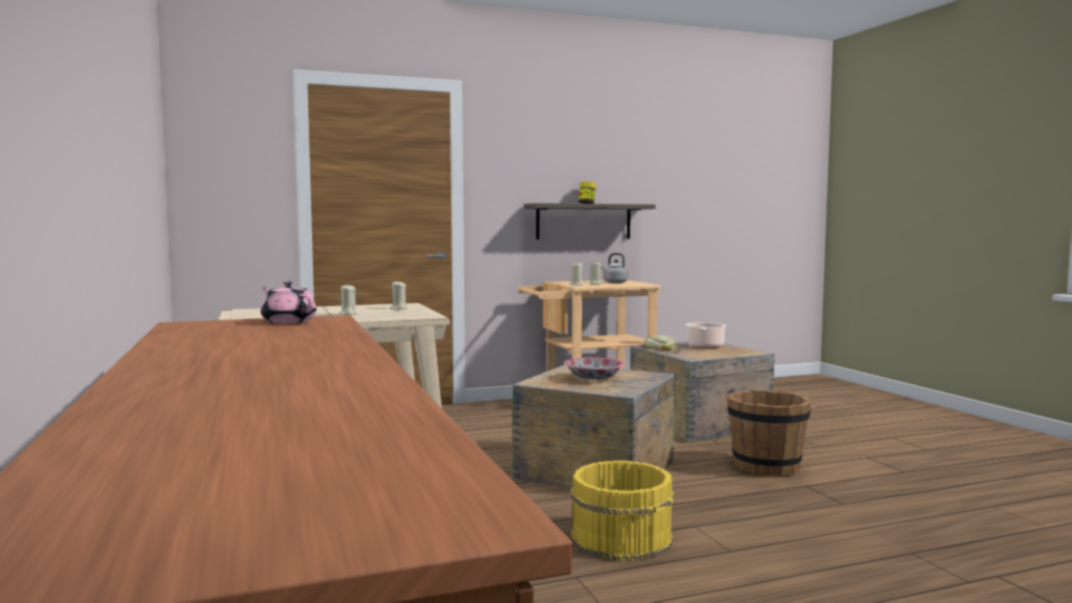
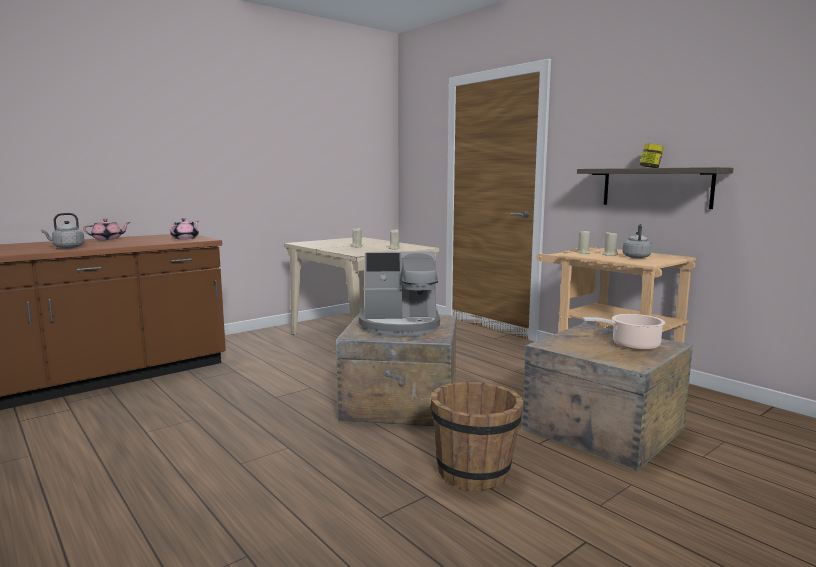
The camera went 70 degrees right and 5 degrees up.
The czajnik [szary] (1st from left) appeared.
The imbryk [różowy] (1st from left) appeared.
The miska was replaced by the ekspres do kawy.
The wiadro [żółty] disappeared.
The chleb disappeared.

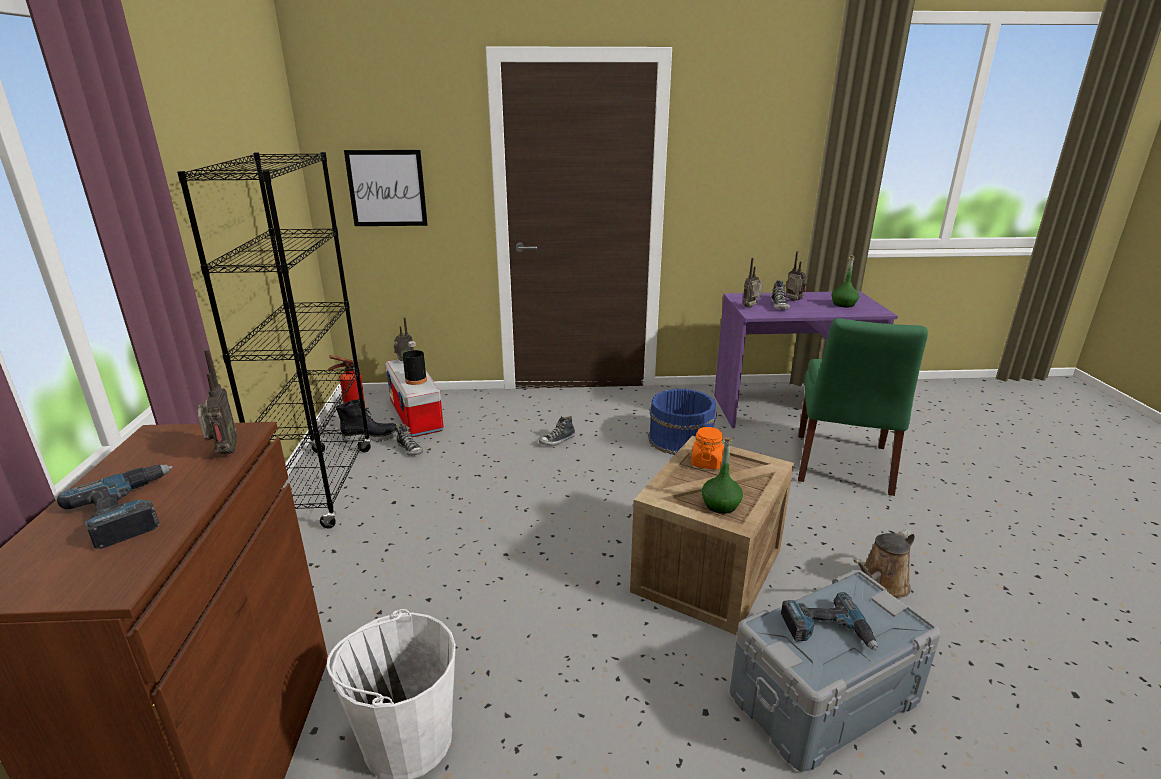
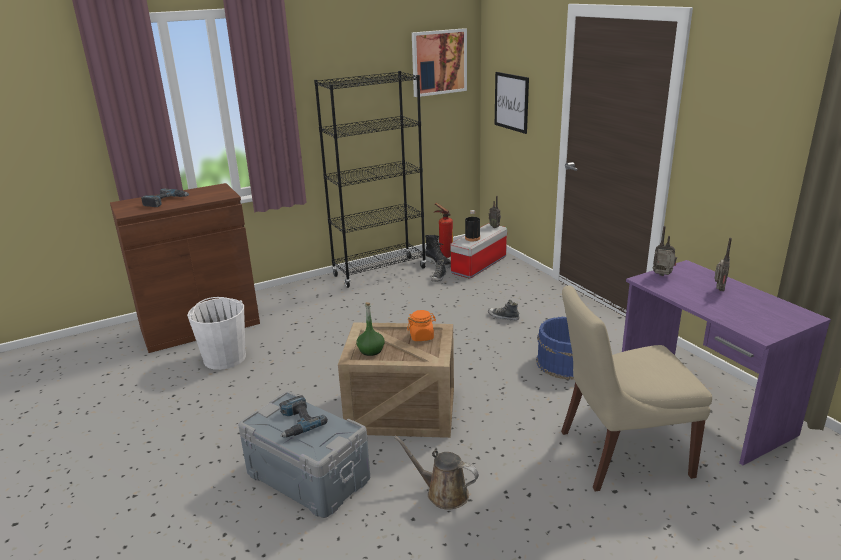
The camera went 65 degrees right and 0 degrees up.
The obraz (1st from left) appeared.
The krzesło [zielony] became the krzesło [beżowy].
The radio (1st from left) disappeared.
The but (3rd from left) disappeared.
The butelka [zielony] (2nd from left) disappeared.

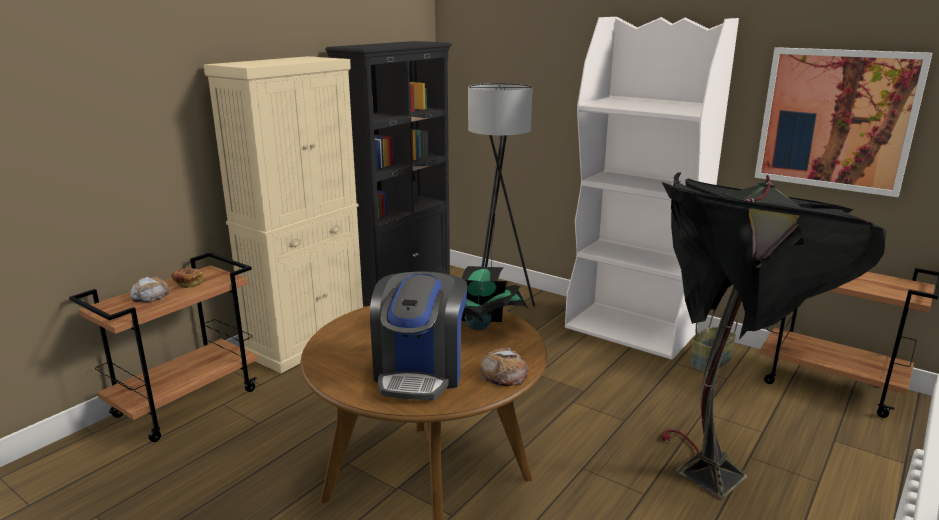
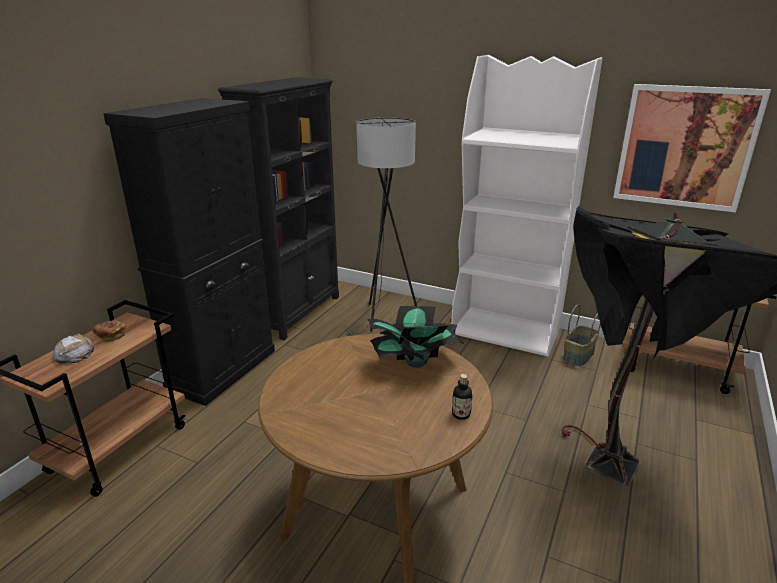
The camera went 10 degrees left and 5 degrees up.
The szafka [beżowy] became the szafka [czarny].
The chleb (3rd from left) was replaced by the butelka.
The ekspres do kawy disappeared.

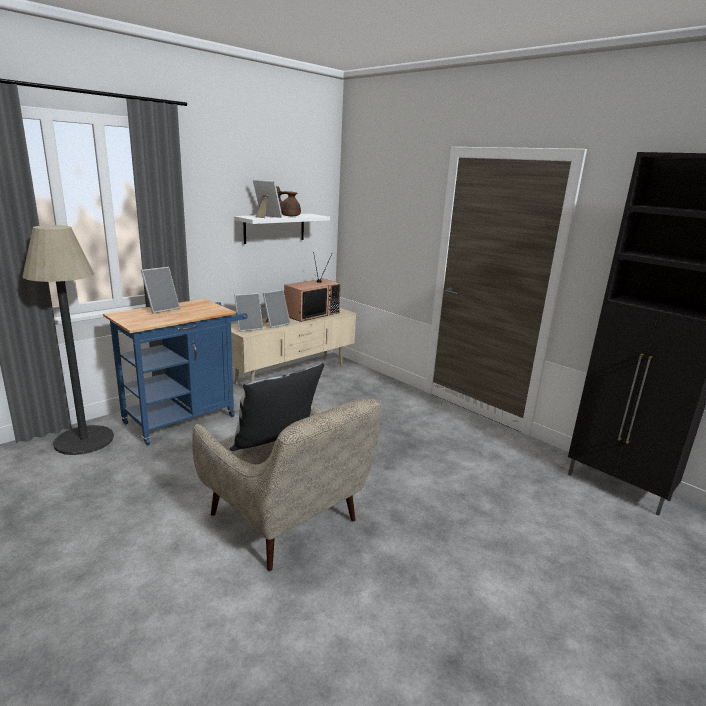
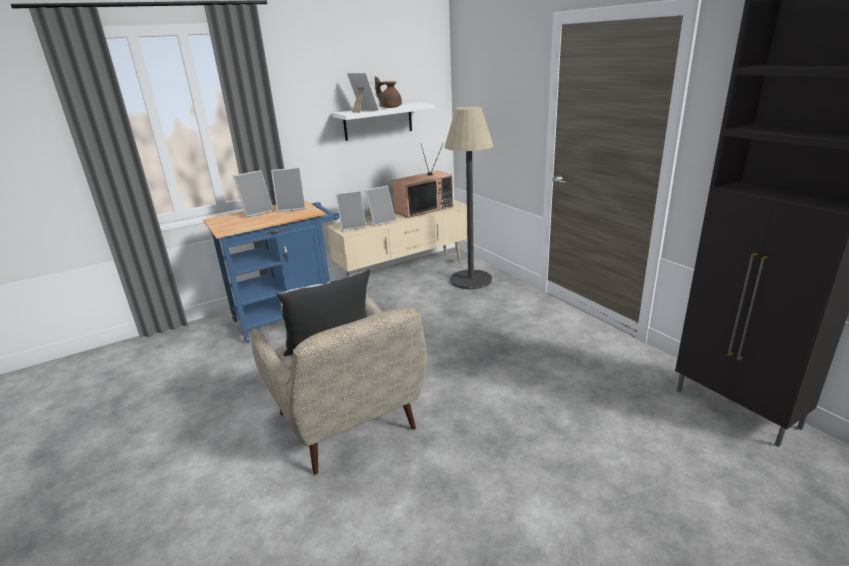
The camera went 15 degrees right and 5 degrees up.
The ramka na zdjęcie (2nd from left) appeared.
The lampa stojąca moved.

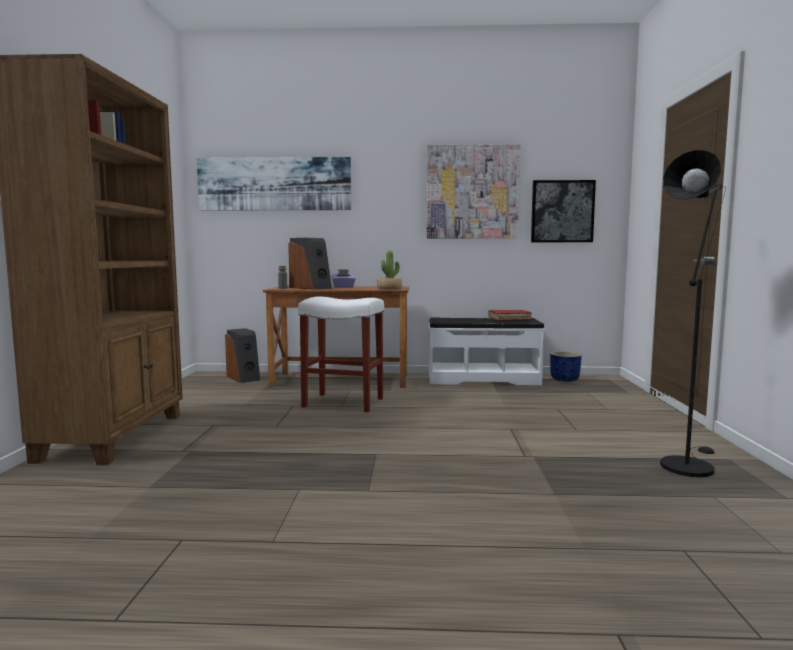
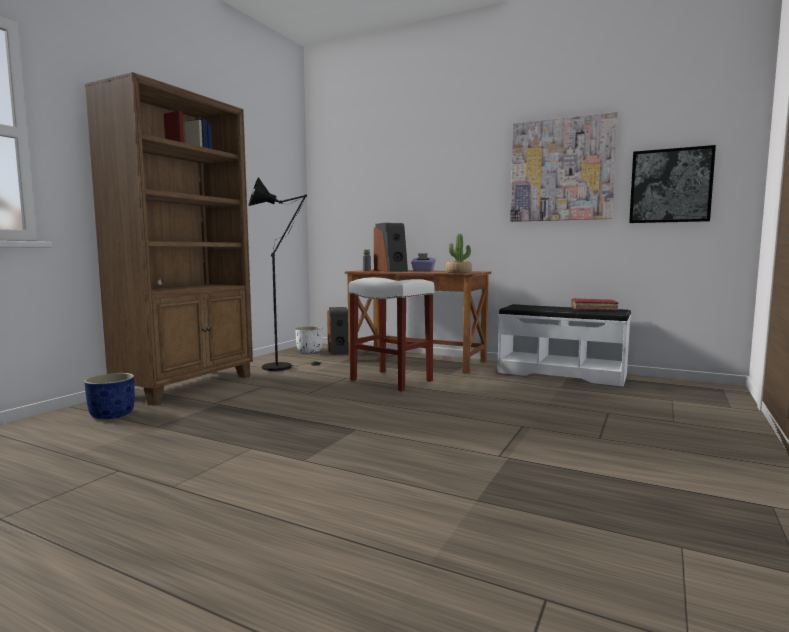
The camera went 25 degrees right and 0 degrees up.
The donica [niebieski] moved.
The lampa stojąca [czarny] moved.
The donica [biały] appeared.
The obraz (1st from left) disappeared.

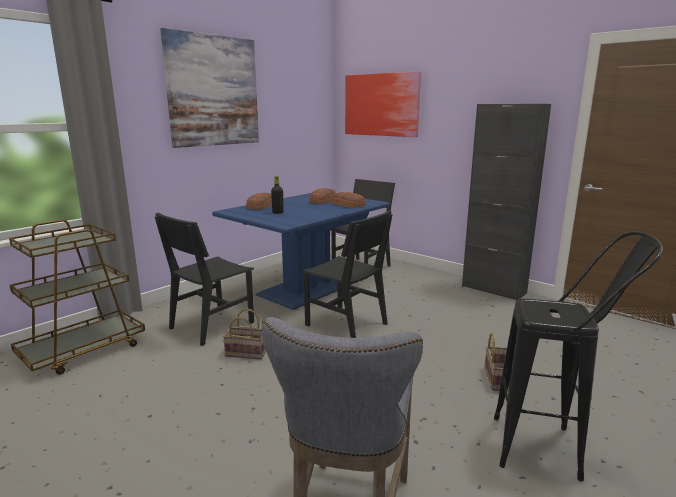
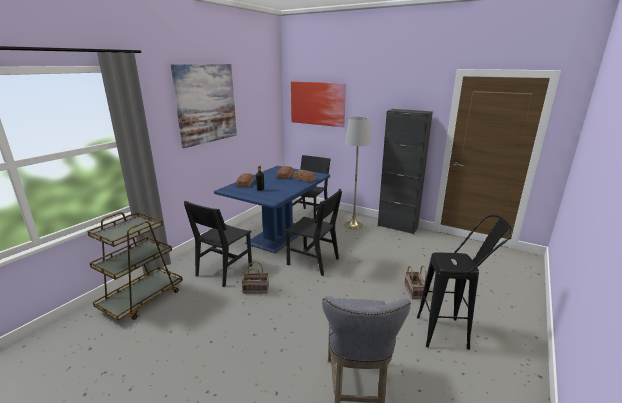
The camera went 10 degrees left and 5 degrees up.
The lampa stojąca [szary] appeared.

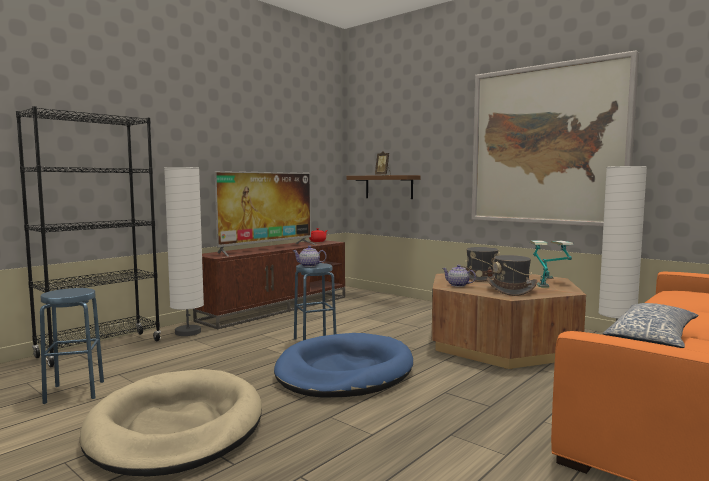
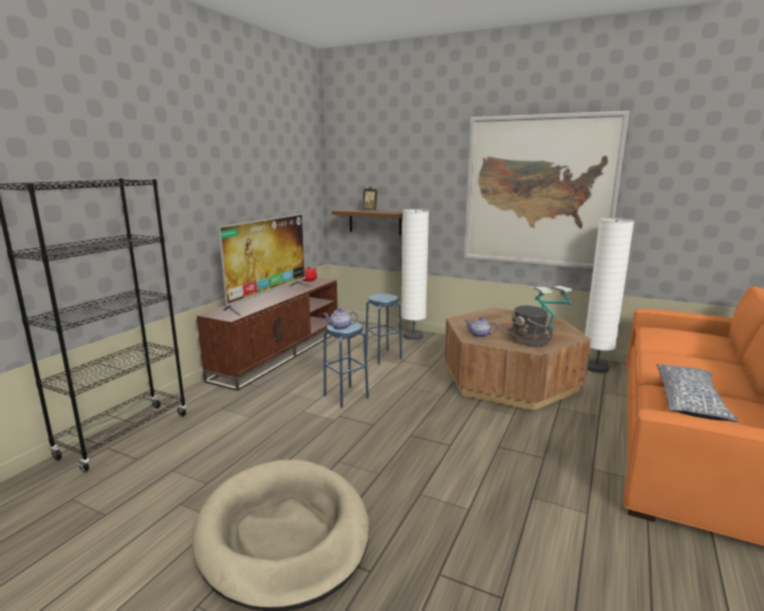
The camera went 15 degrees left and 10 degrees up.
The stołek [niebieski] (1st from left in the first image) moved.
The lampa stojąca [biały] (1st from left) moved.
The legowisko [niebieski] disappeared.
The kapelusz [szary] (1st from left) disappeared.

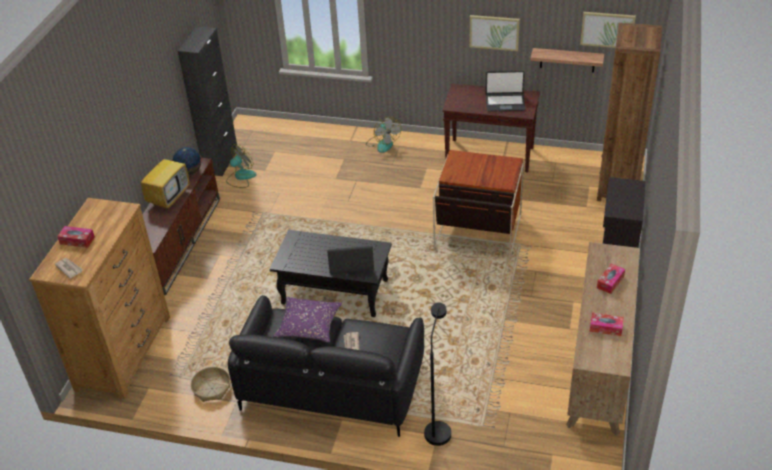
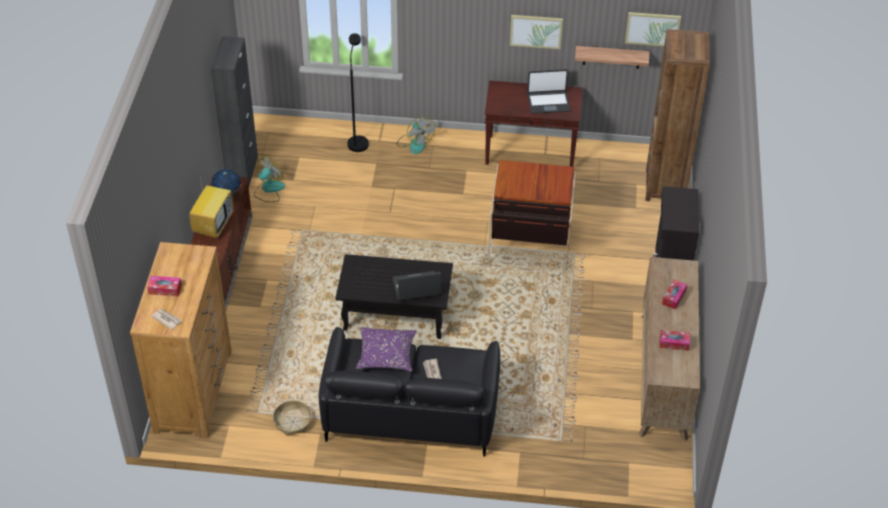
The camera went 10 degrees left and 5 degrees up.
The lampa stojąca [czarny] moved.

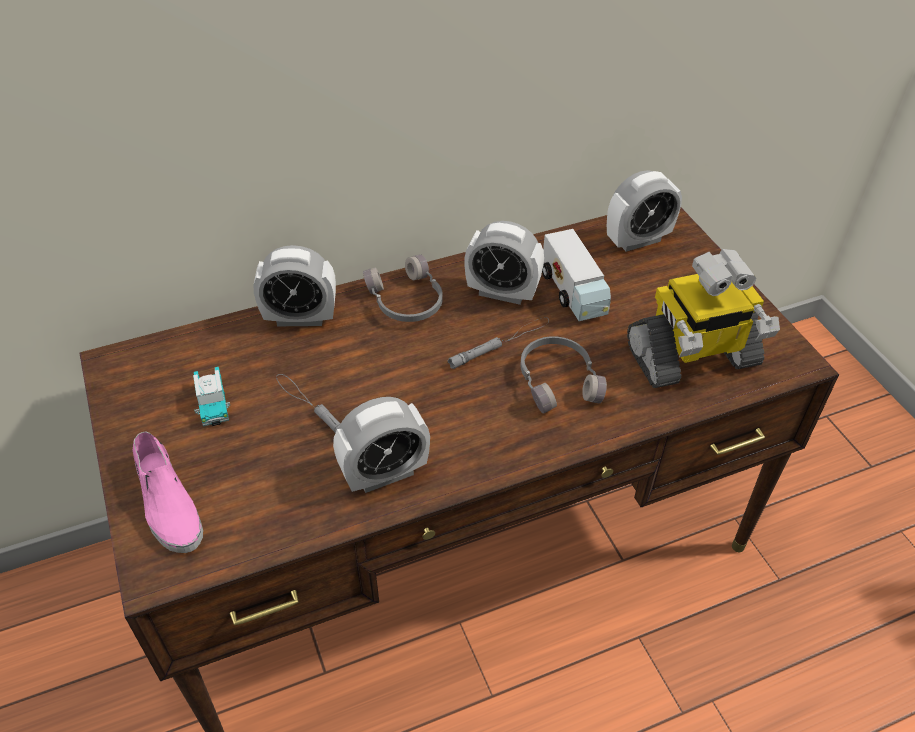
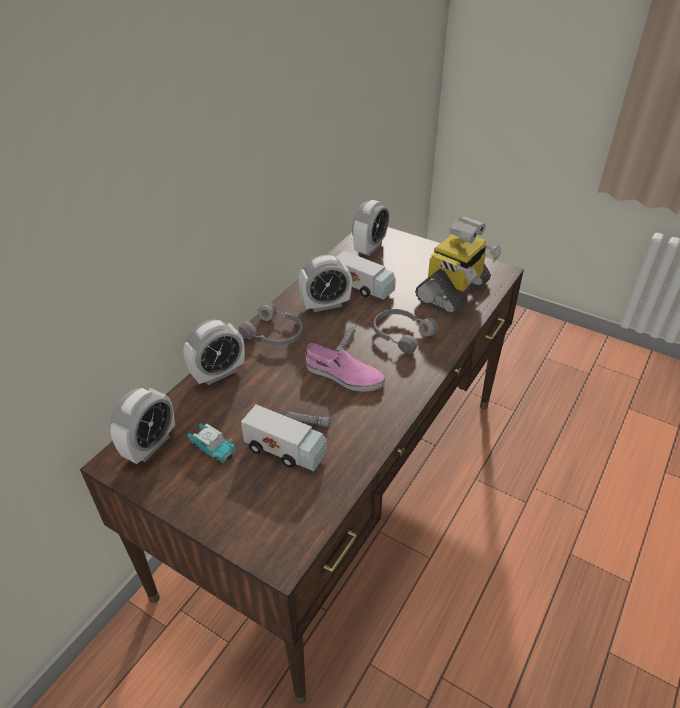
The camera went 35 degrees left and 5 degrees down.
The budzik (2nd from left in the first image) moved.
The ciężarówka zabawkowa (1st from left) appeared.
The but [różowy] moved.

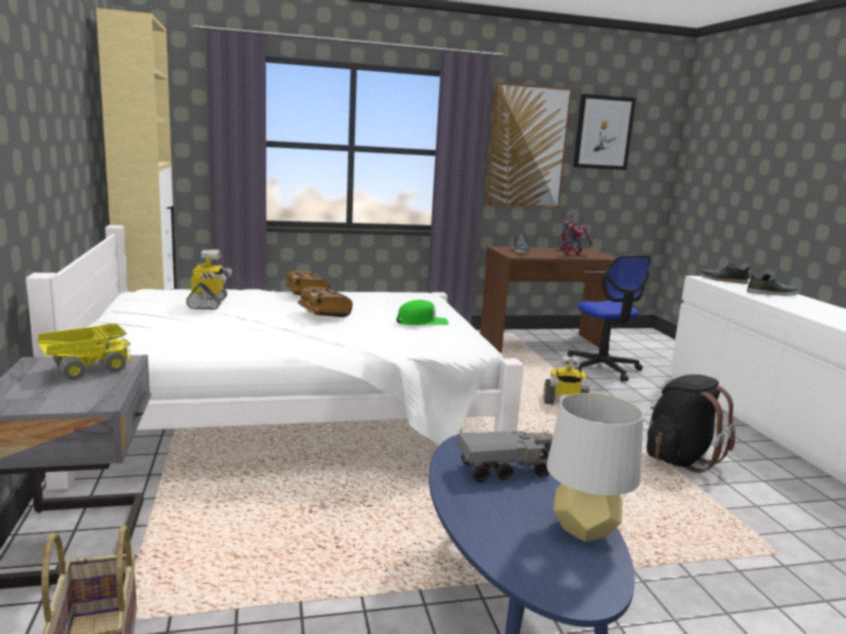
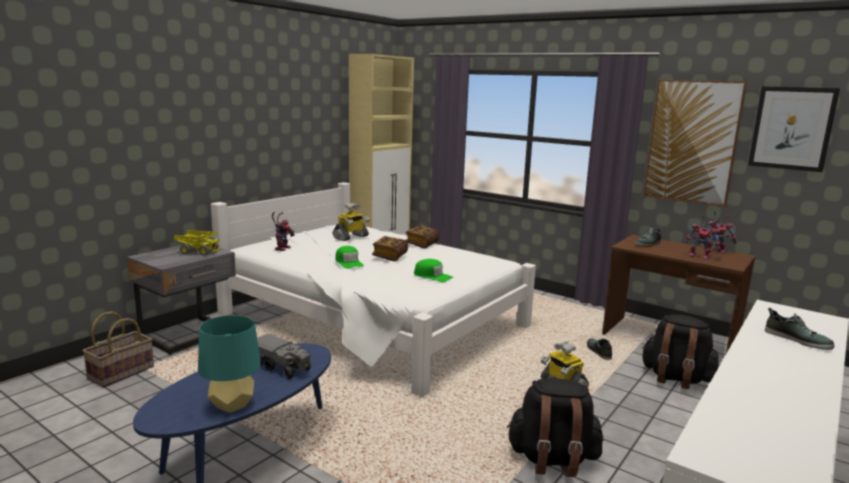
The camera went 50 degrees right and 0 degrees up.
The lampa stołowa [szary] became the lampa stołowa [turkusowy].
The robot zabawkowy (1st from left) appeared.
The czapka z daszkiem [zielony] (1st from left) appeared.
The but (2nd from left in the first image) moved.
The krzesło biurowe was replaced by the plecak [czarny] (2nd from left).

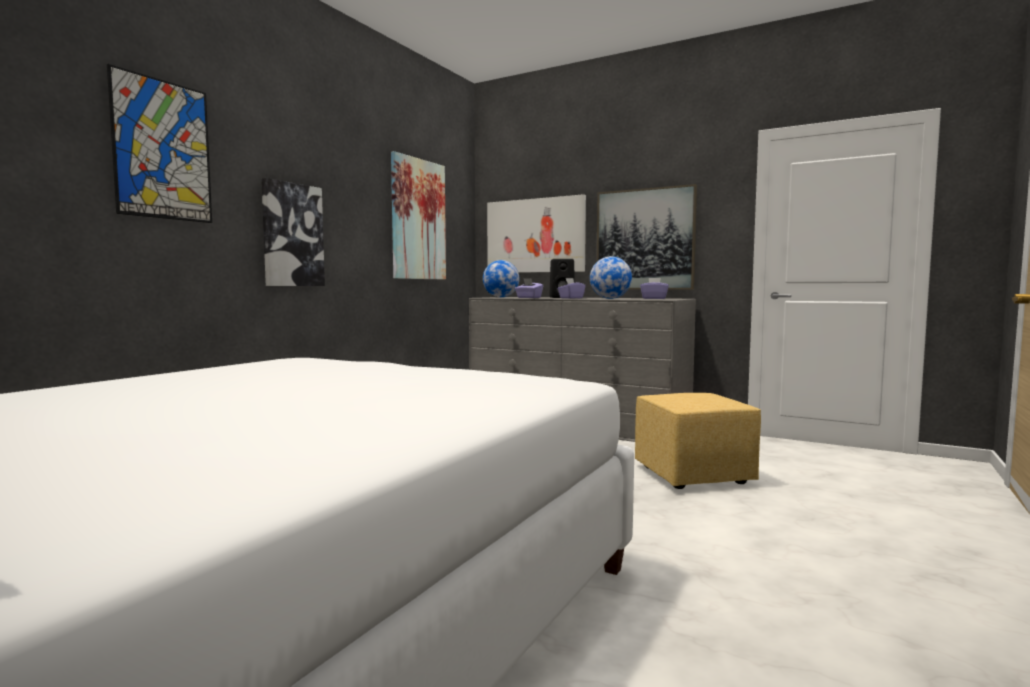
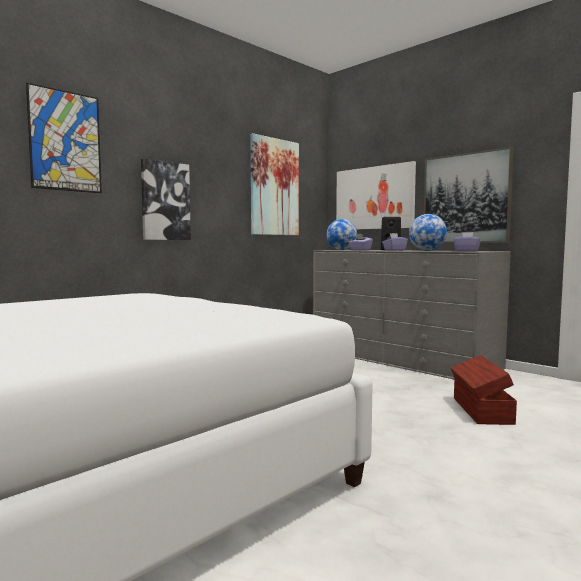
The camera went 15 degrees right and 0 degrees up.
The pufa [żółty] was replaced by the pojemnik do przechowywania [brązowy].

